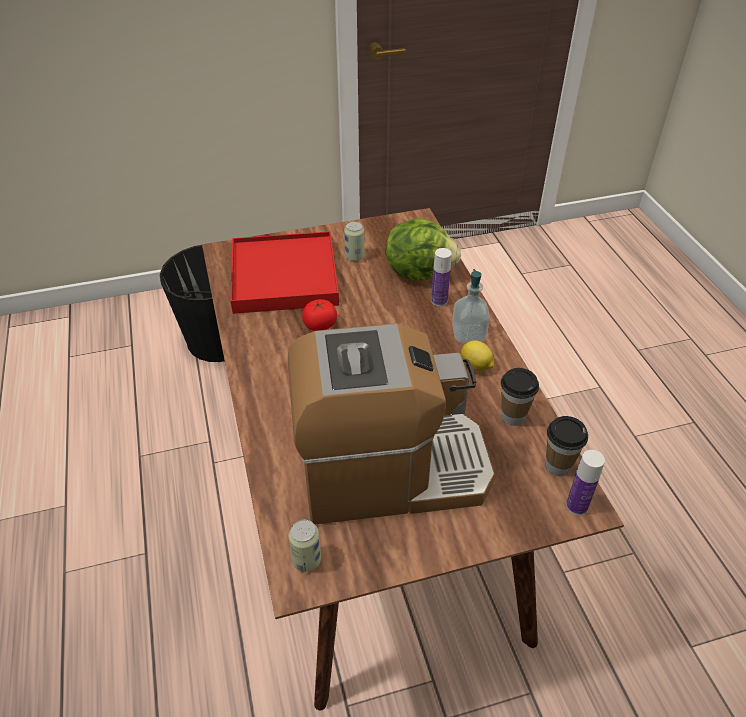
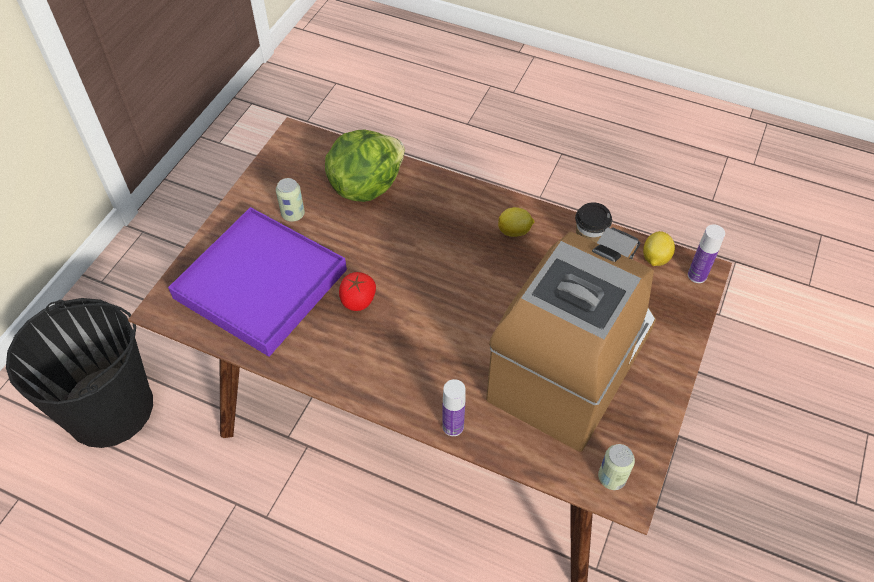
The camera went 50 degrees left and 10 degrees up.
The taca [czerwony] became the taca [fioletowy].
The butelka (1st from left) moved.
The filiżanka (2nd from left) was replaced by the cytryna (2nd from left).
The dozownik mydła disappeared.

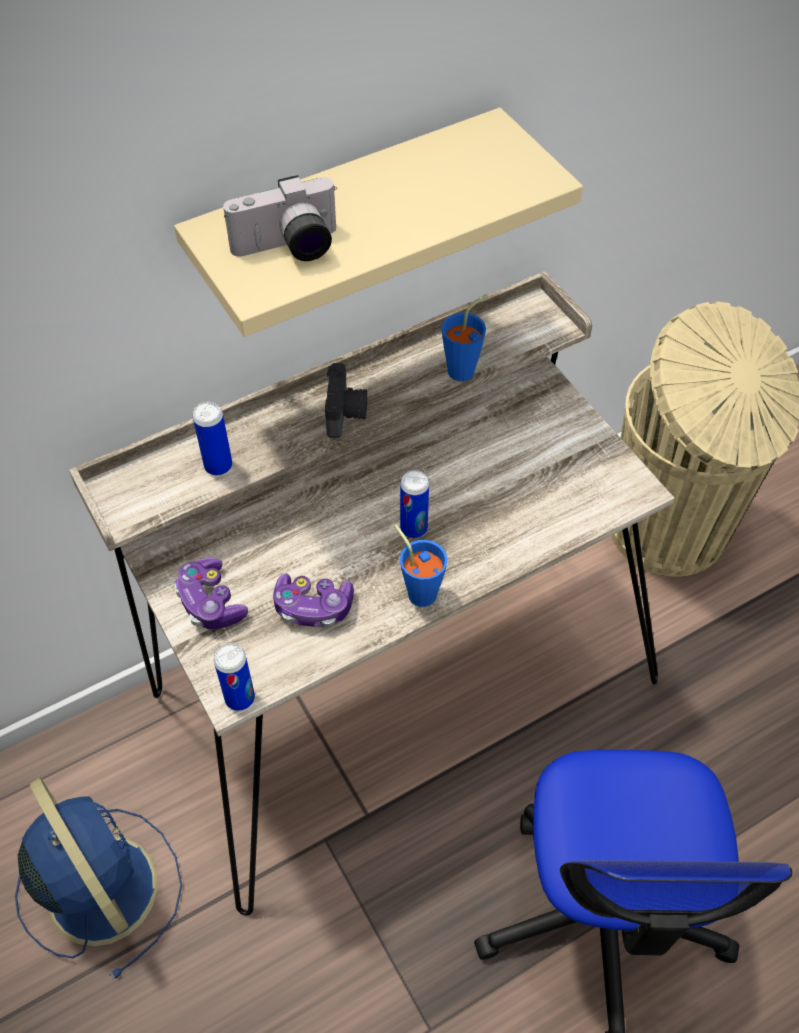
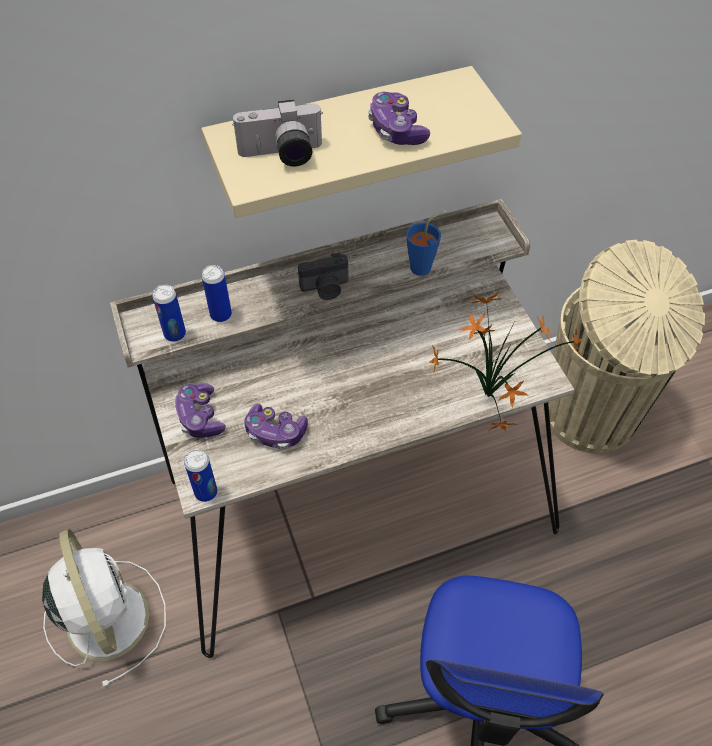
The camera went 10 degrees right and 0 degrees up.
The wentylator [niebieski] became the wentylator [biały].
The puszka (3rd from left in the first image) moved.
The aparat fotograficzny (2nd from left) turned 60 degrees clockwise.
The pad do gier (3rd from left) appeared.
The roślina doniczkowa appeared.
The filiżanka [niebieski] (1st from left) disappeared.

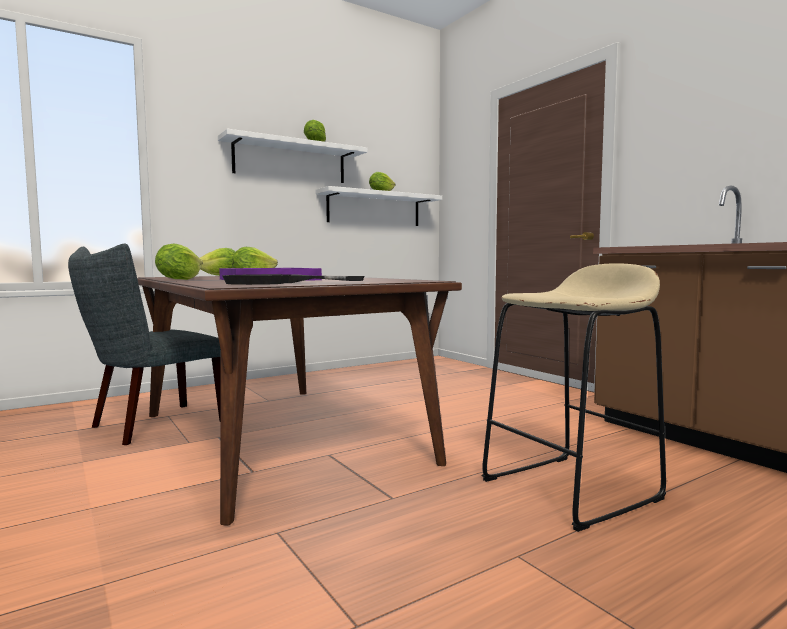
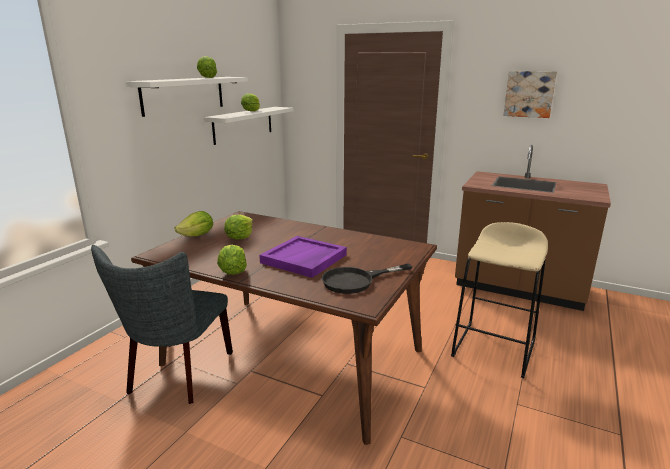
The camera went 30 degrees left and 15 degrees up.
The obraz appeared.

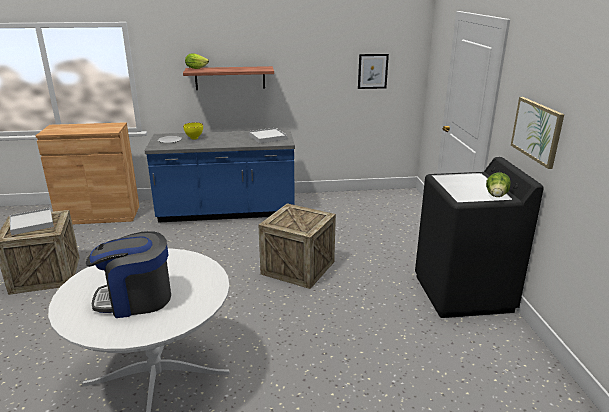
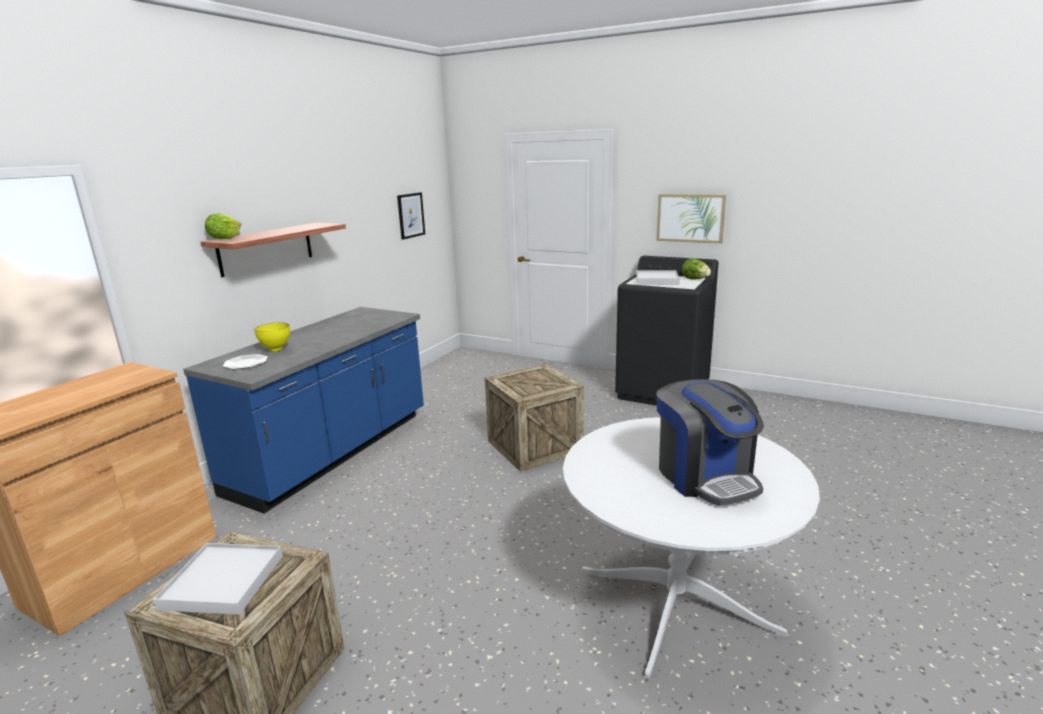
The camera went 55 degrees left and 5 degrees down.
The taca [biały] (2nd from left) moved.
The ekspres do kawy turned 45 degrees counterclockwise.

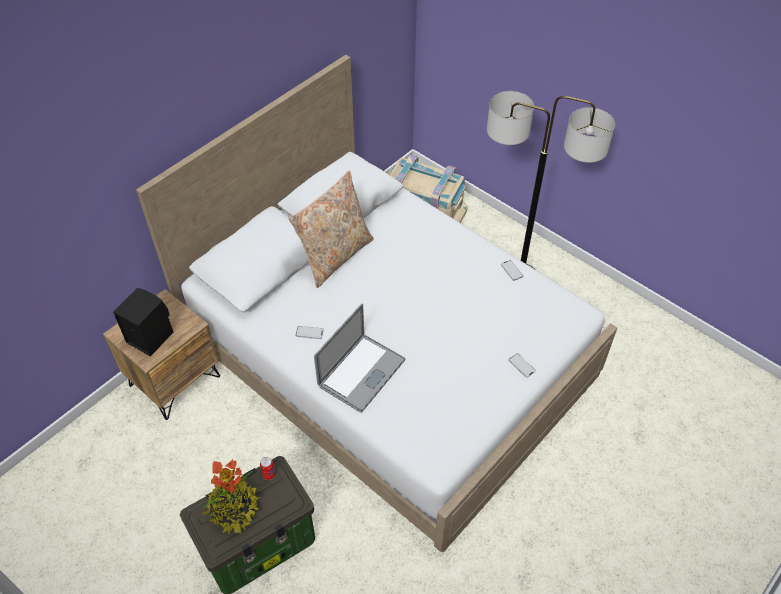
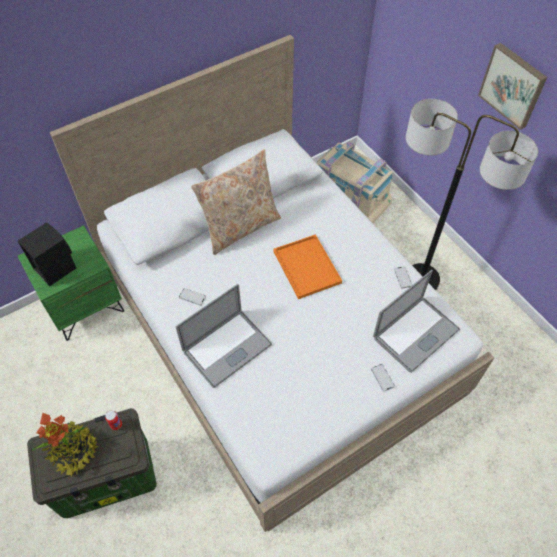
The camera went 15 degrees right and 5 degrees up.
The szafka nocna [brązowy] became the szafka nocna [zielony].
The taca [pomarańczowy] appeared.
The laptop (2nd from left) appeared.
The obraz appeared.

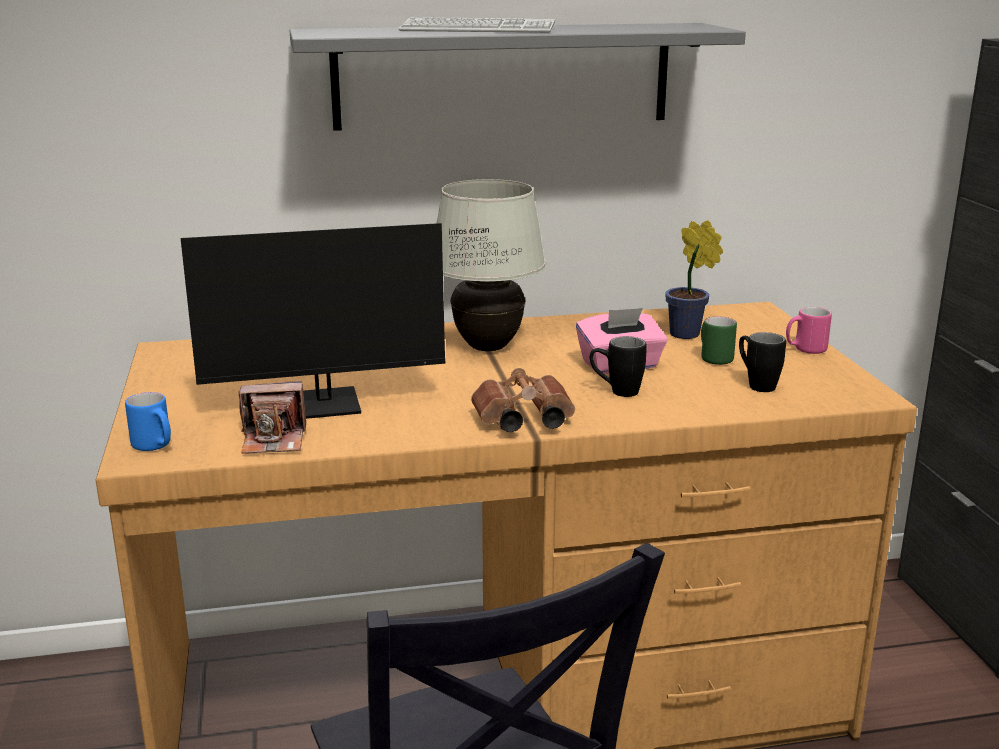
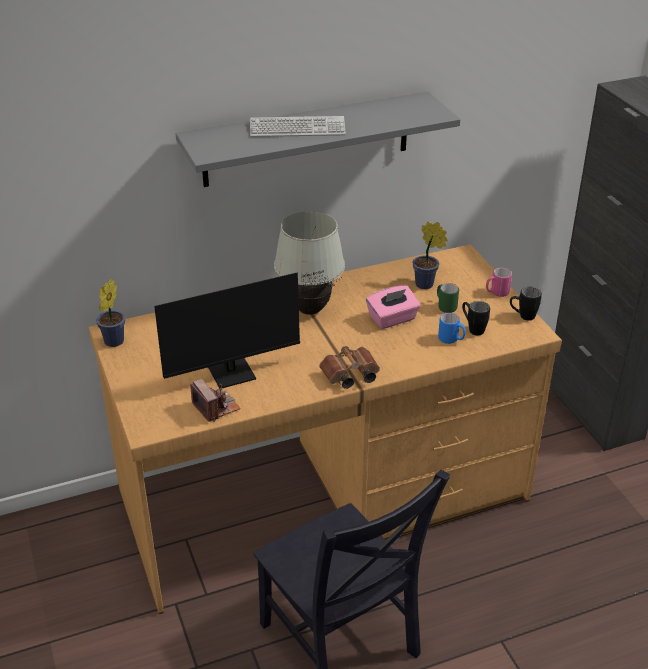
The camera went 10 degrees left and 15 degrees up.
The roślina doniczkowa (1st from left) appeared.
The aparat fotograficzny turned 105 degrees counterclockwise.
The kubek [niebieski] moved.
The kubek [czarny] (1st from left in the first image) moved.

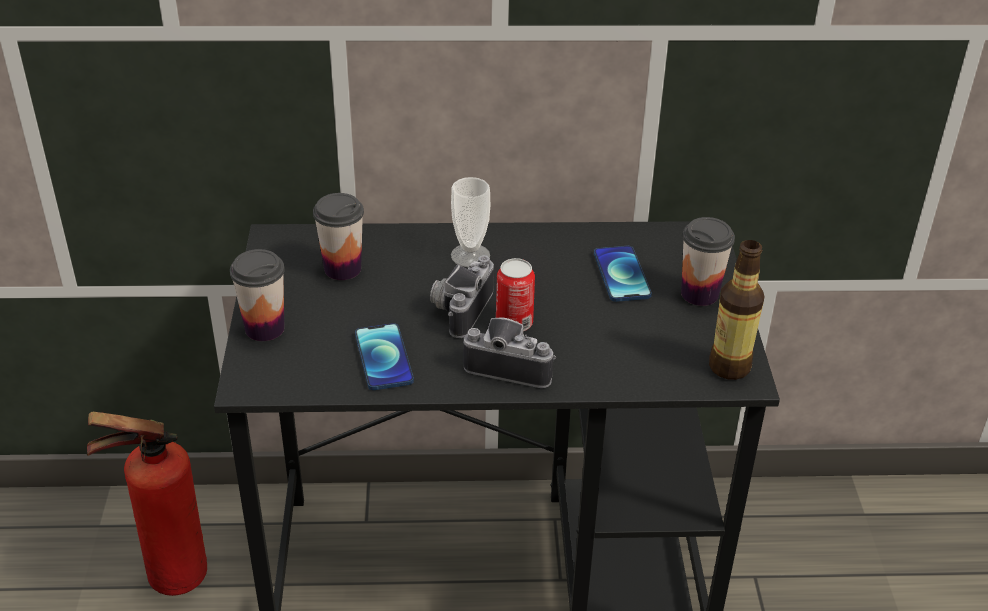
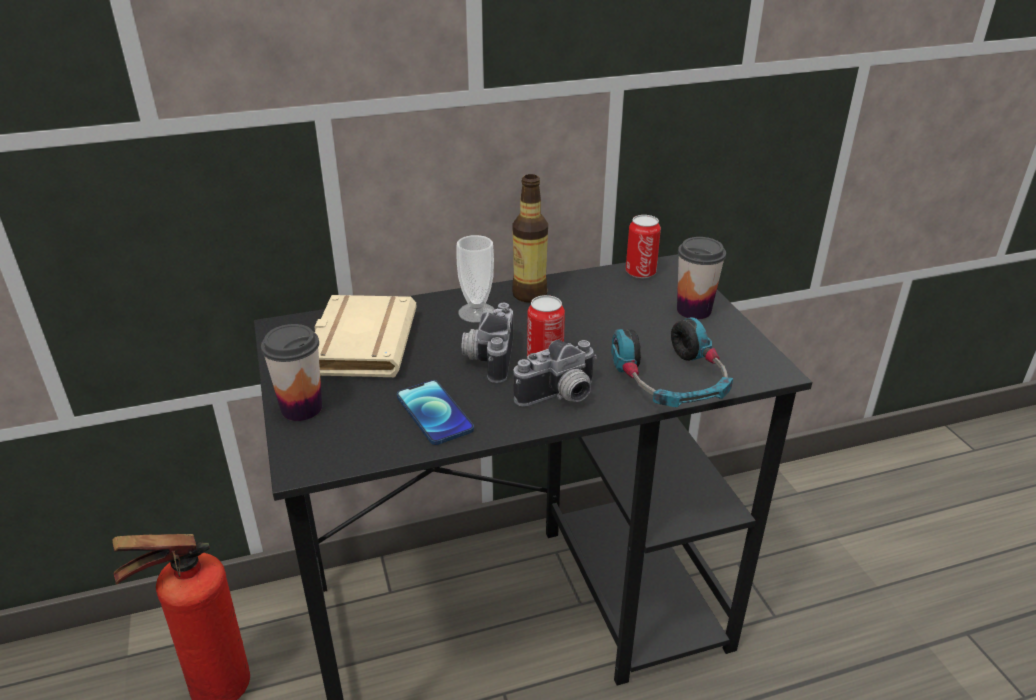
The camera went 15 degrees left and 5 degrees down.
The filiżanka (2nd from left) was replaced by the książka [beżowy].
The butelka moved.
The aparat fotograficzny (2nd from left) turned 150 degrees clockwise.
The słuchawki appeared.
The puszka (2nd from left) appeared.
The telefon (2nd from left) disappeared.

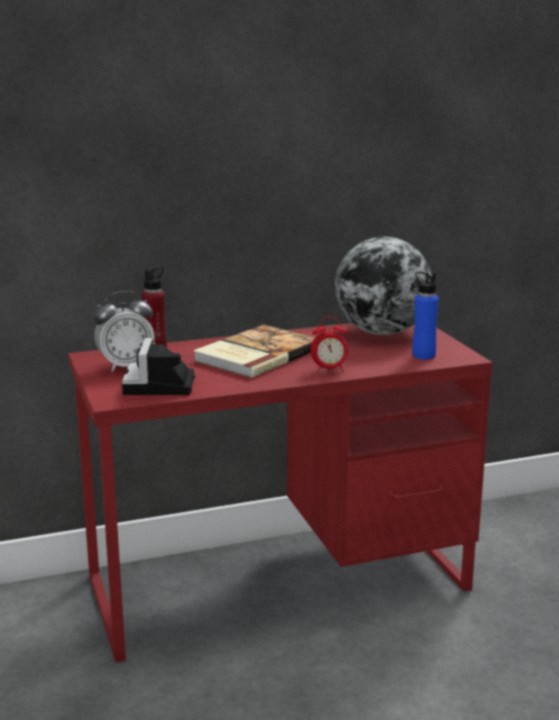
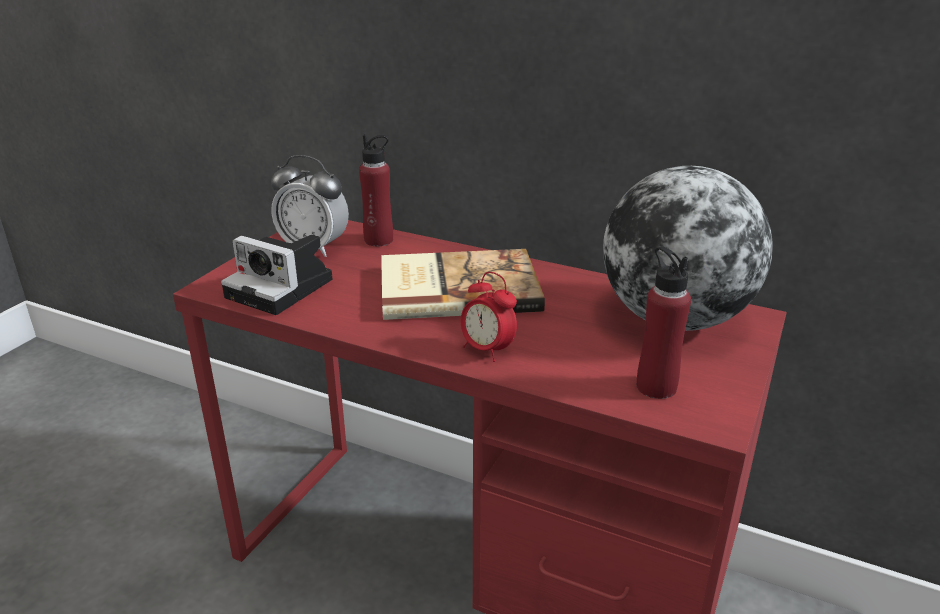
The camera went 45 degrees right and 10 degrees up.
The aparat fotograficzny turned 105 degrees counterclockwise.
The butelka [niebieski] became the butelka [czerwony] (2nd from left).

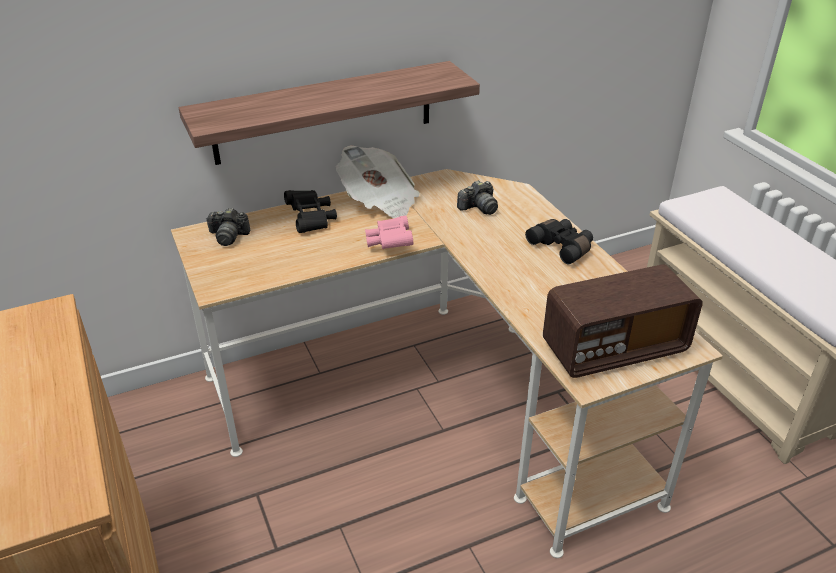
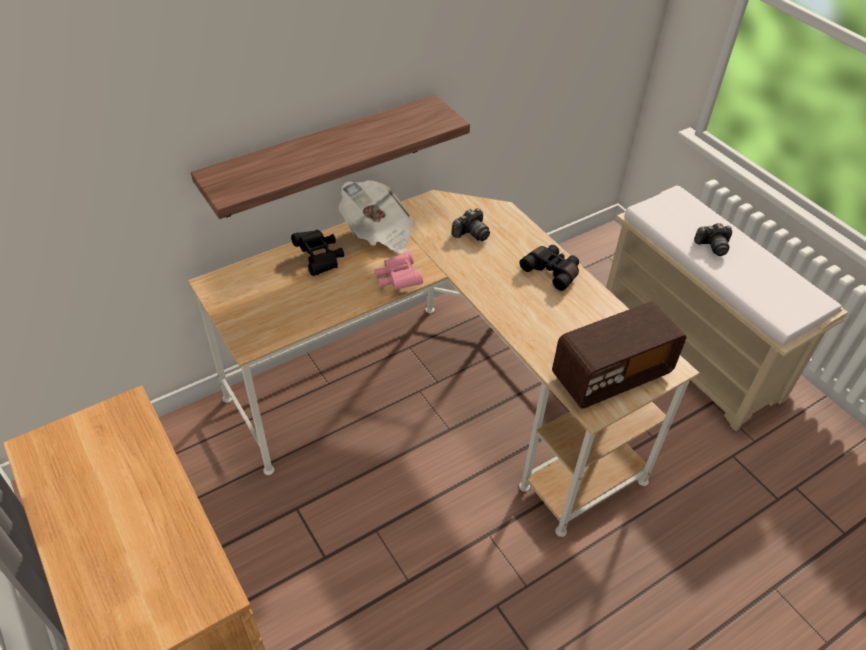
The camera went 10 degrees left and 10 degrees up.
The aparat fotograficzny (1st from left in the first image) moved.

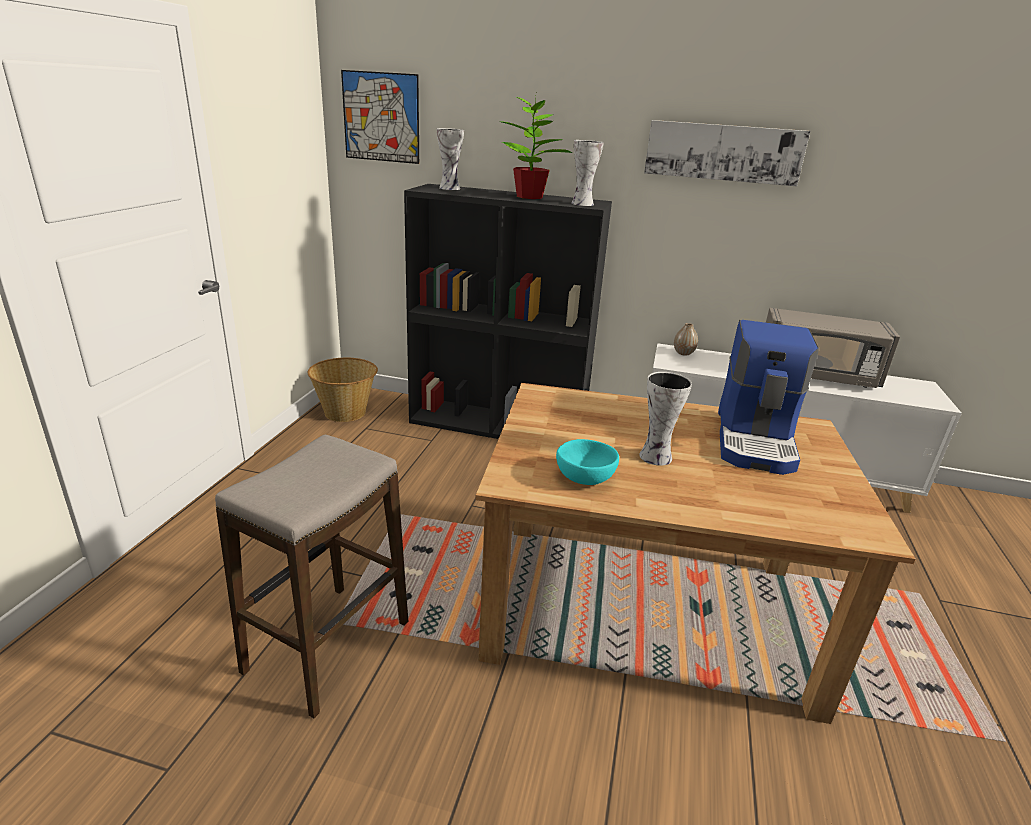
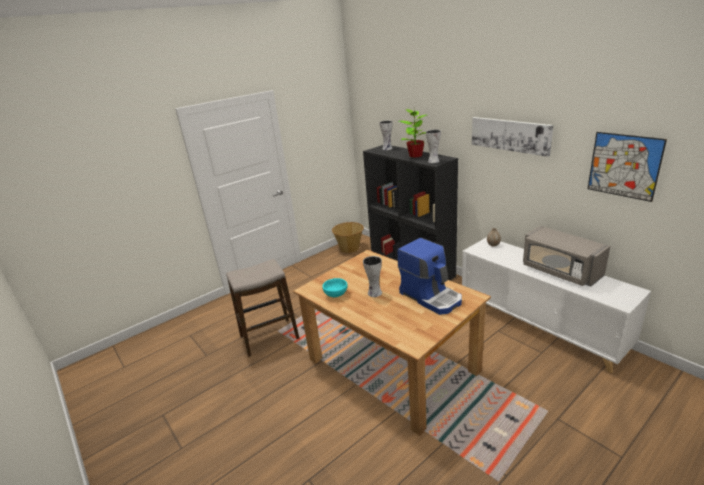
The camera went 40 degrees right and 0 degrees up.
The ekspres do kawy turned 90 degrees counterclockwise.
The obraz (1st from left in the first image) moved.

